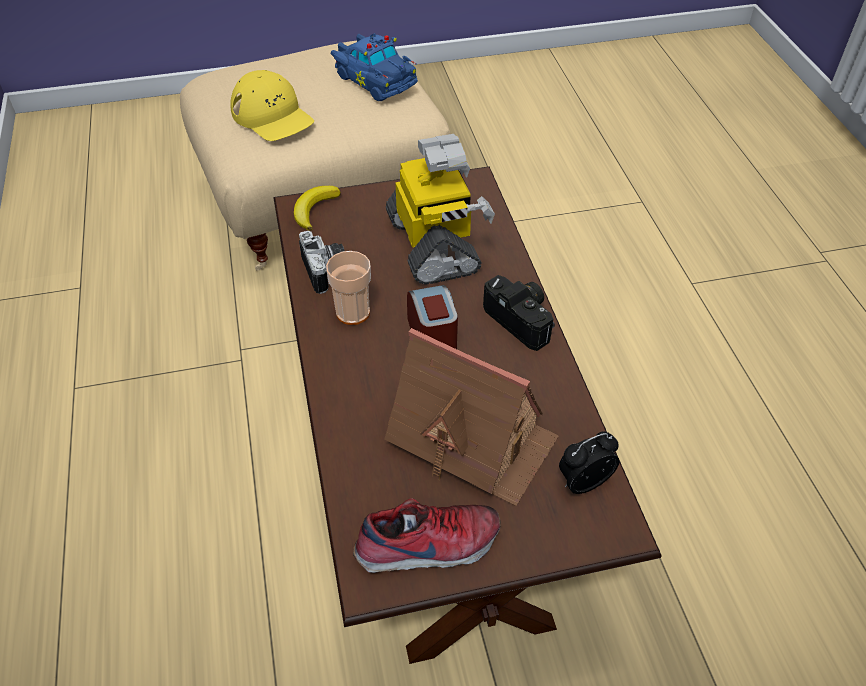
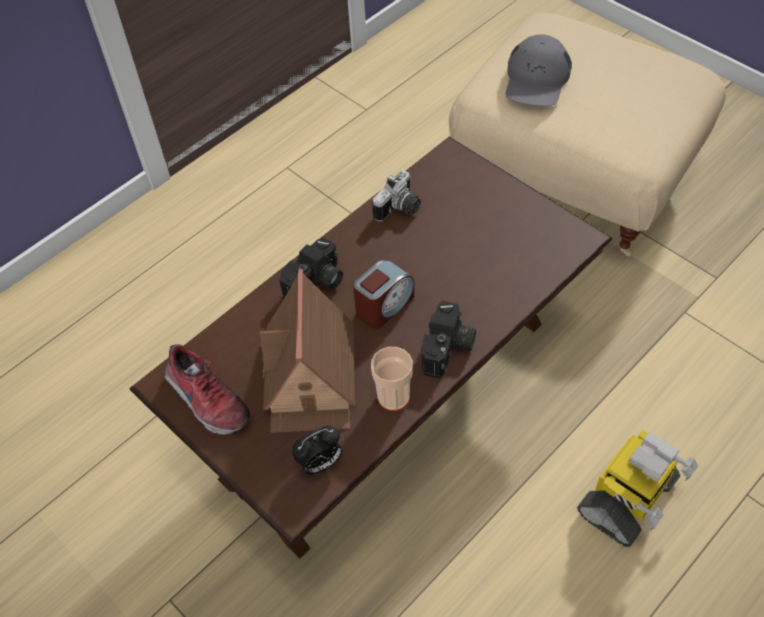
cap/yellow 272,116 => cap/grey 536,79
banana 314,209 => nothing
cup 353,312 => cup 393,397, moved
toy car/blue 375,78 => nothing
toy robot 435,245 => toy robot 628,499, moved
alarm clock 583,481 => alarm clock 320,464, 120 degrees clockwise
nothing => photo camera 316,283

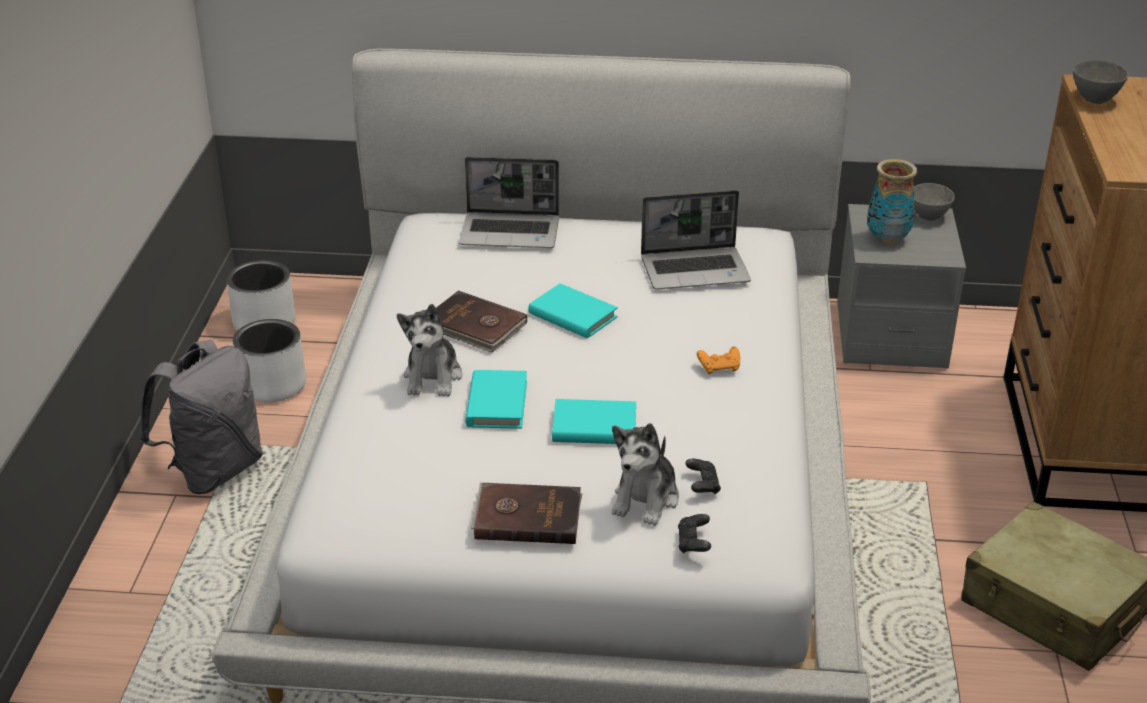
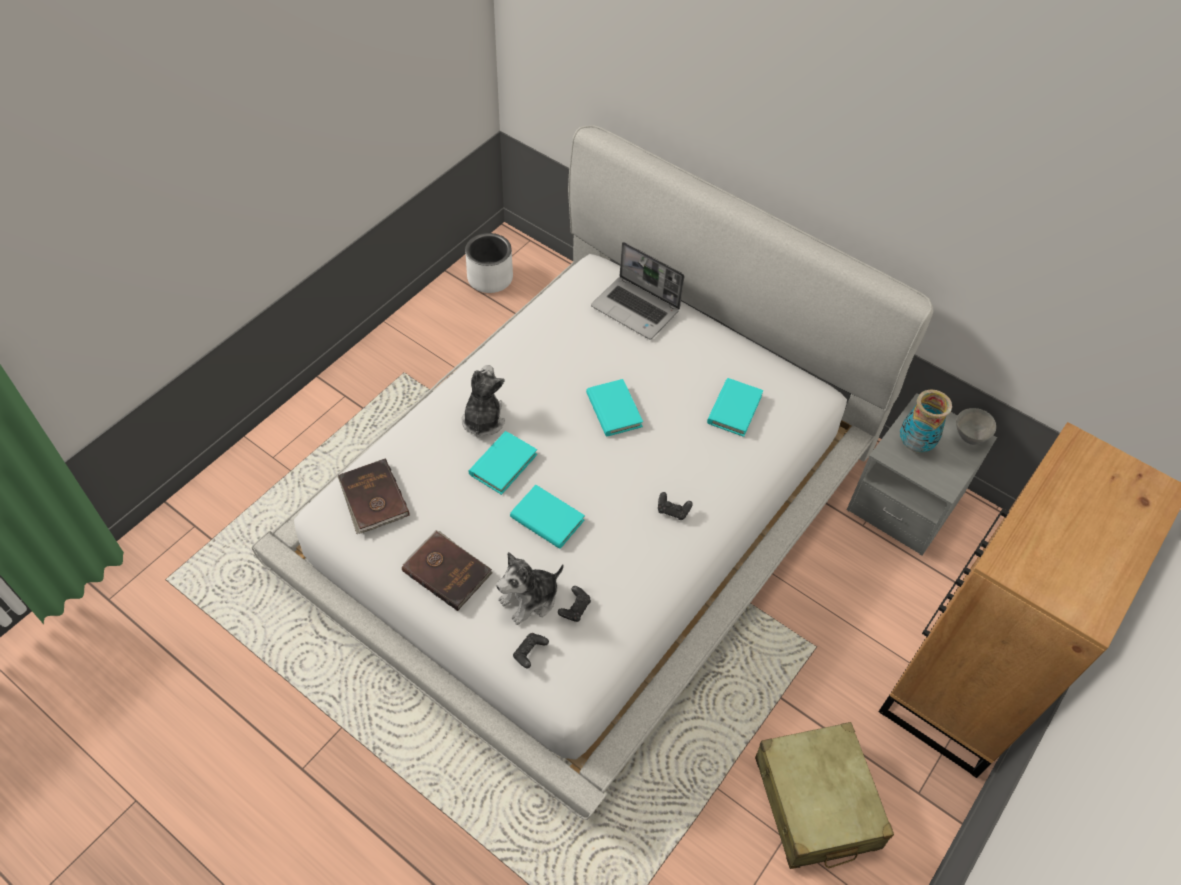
backpack/grey 214,470 => nothing
planter/white 273,385 => nothing
plush toy 433,377 => plush toy 483,419, 150 degrees clockwise
book/brown 475,326 => book/brown 373,498, moved
laptop 696,270 => book/turquoise 734,409
game controller/orange 719,368 => game controller/black 673,510
bowl/grey 1094,99 => nothing

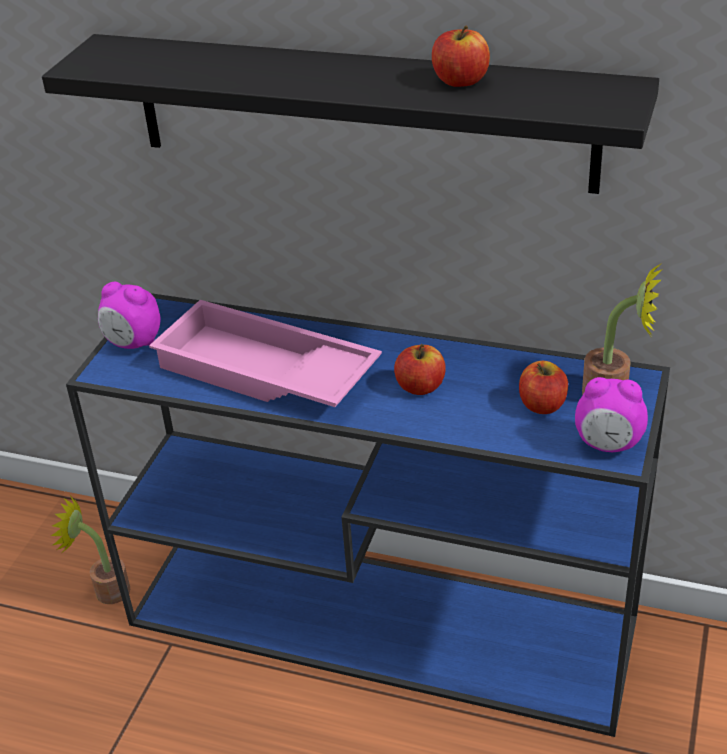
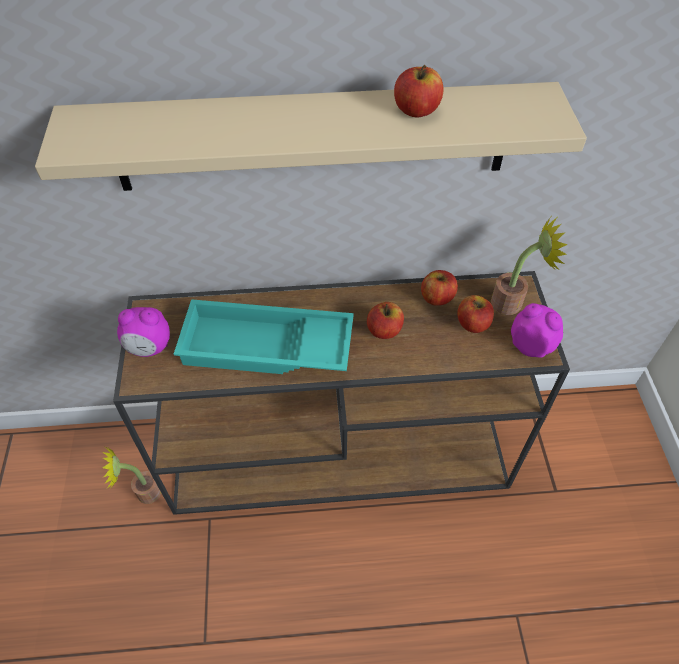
shelf/black 360,112 => shelf/beige 312,138
console table/blue 385,621 => console table/brown 342,454
tray/pink 263,373 => tray/turquoise 265,348
alarm clock 608,445 => alarm clock 531,345, 135 degrees counterclockwise
nothing => apple 437,297

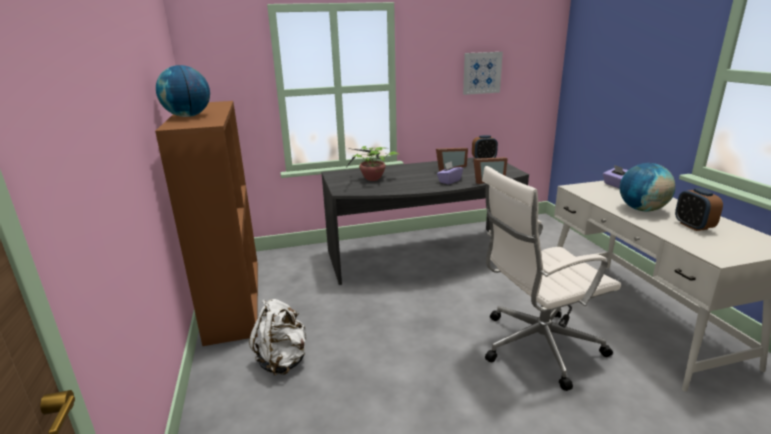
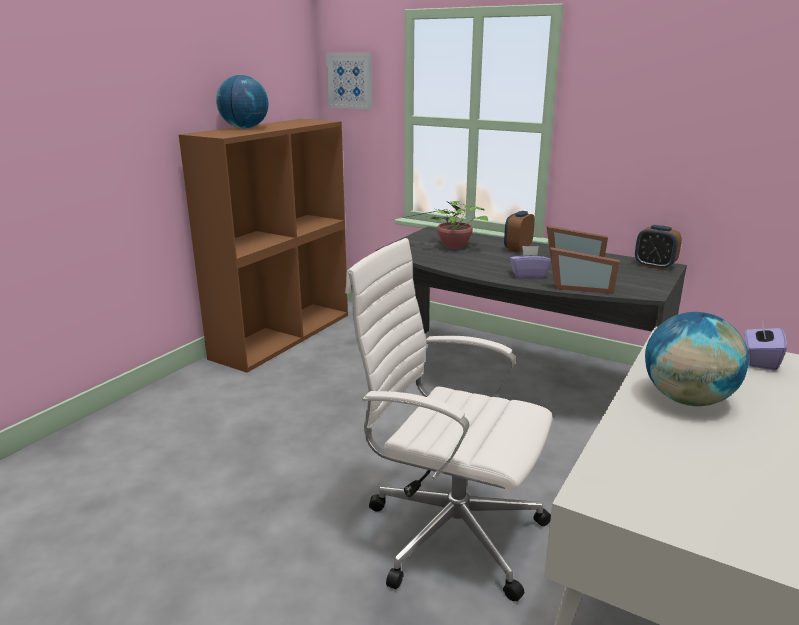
backpack/white 283,361 => nothing
picture 482,73 => picture 350,80, moved
alarm clock 693,226 => alarm clock 517,248, moved

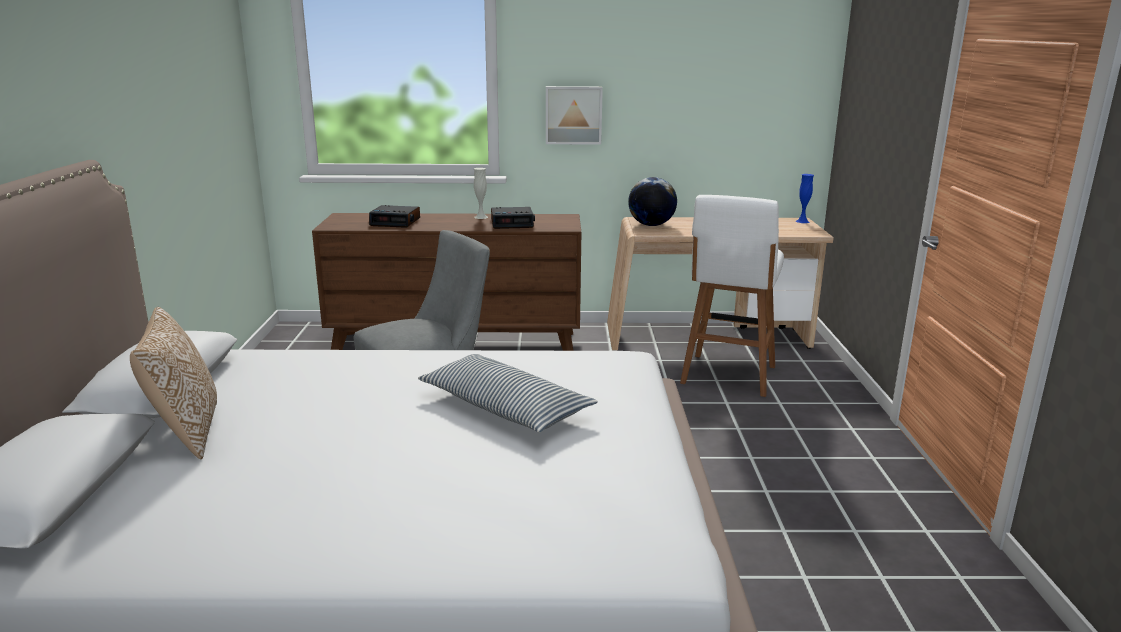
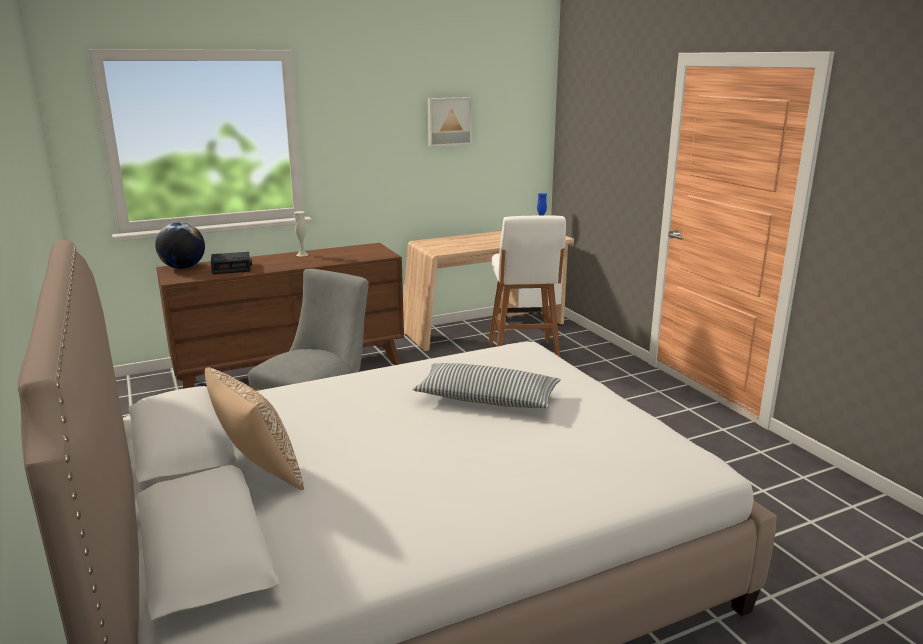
alarm clock 512,223 => nothing
picture 573,115 => picture 449,121, moved
globe 651,225 => globe 183,268, moved

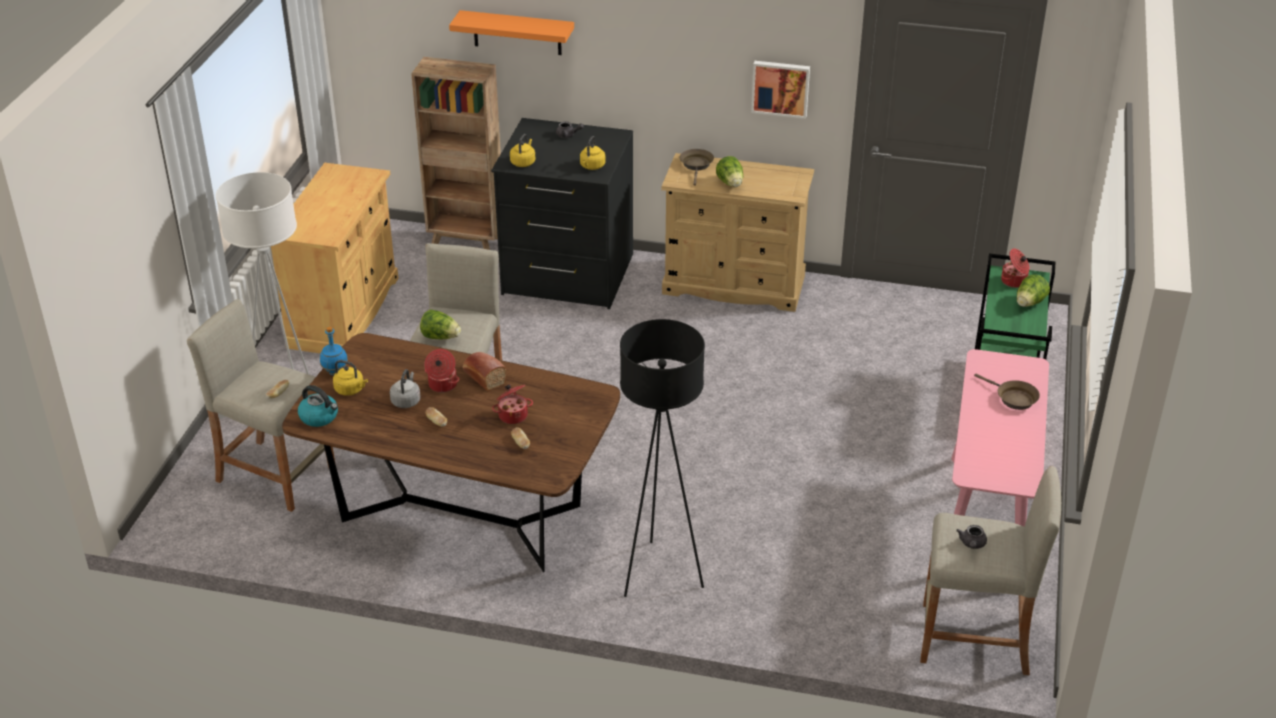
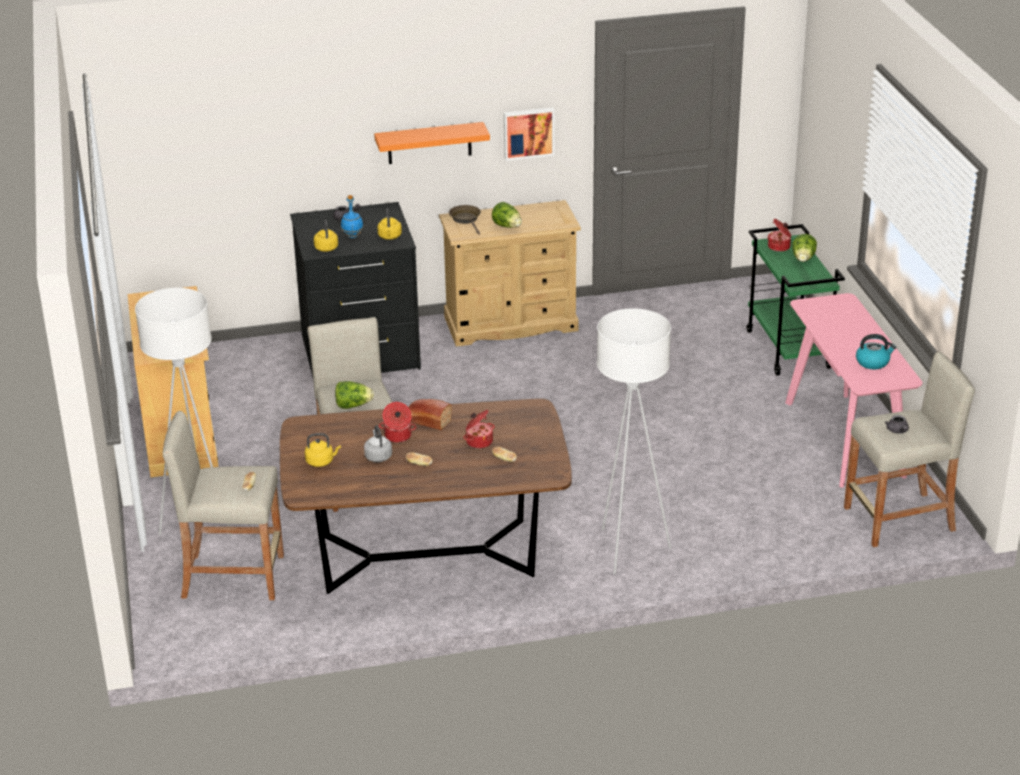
kettle 319,417 => kettle 873,362, moved
bottle/blue 335,372 => bottle/blue 352,236, moved
bookcase/brown 467,243 => nothing
shelf/orange 517,33 => shelf/orange 429,143, moved
floor lamp/black 659,573 => floor lamp/white 628,549
frying pan/brown 1013,398 => nothing

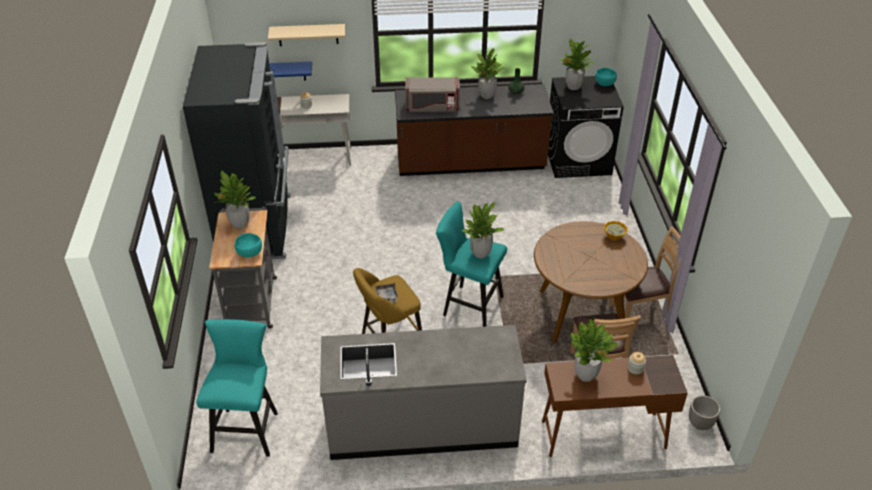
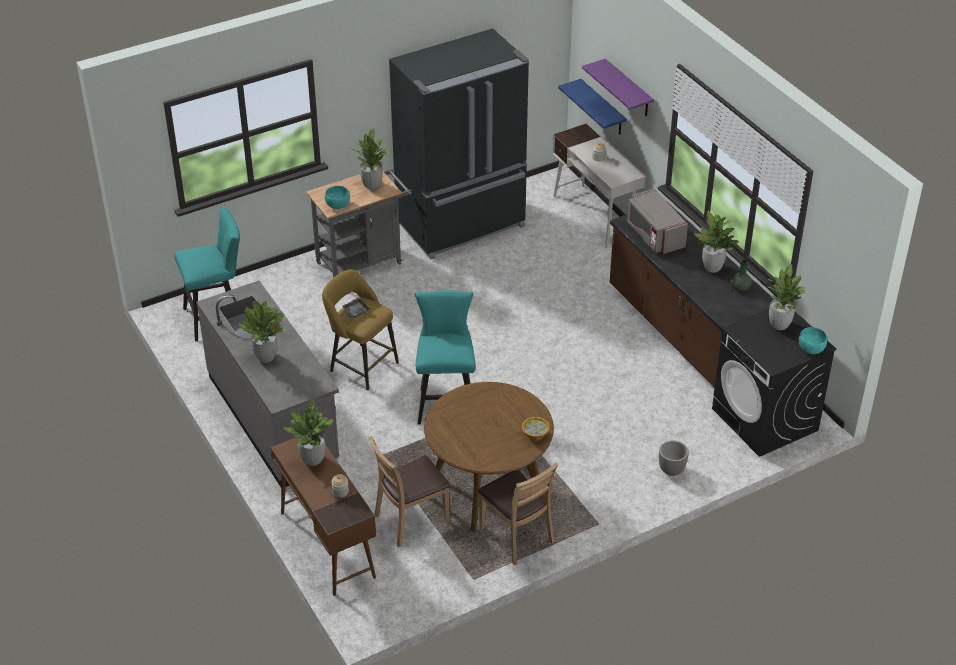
shelf/beige 308,35 => shelf/purple 628,89
potted plant 480,253 => potted plant 266,357, moved
planter 700,424 => planter 671,470, moved

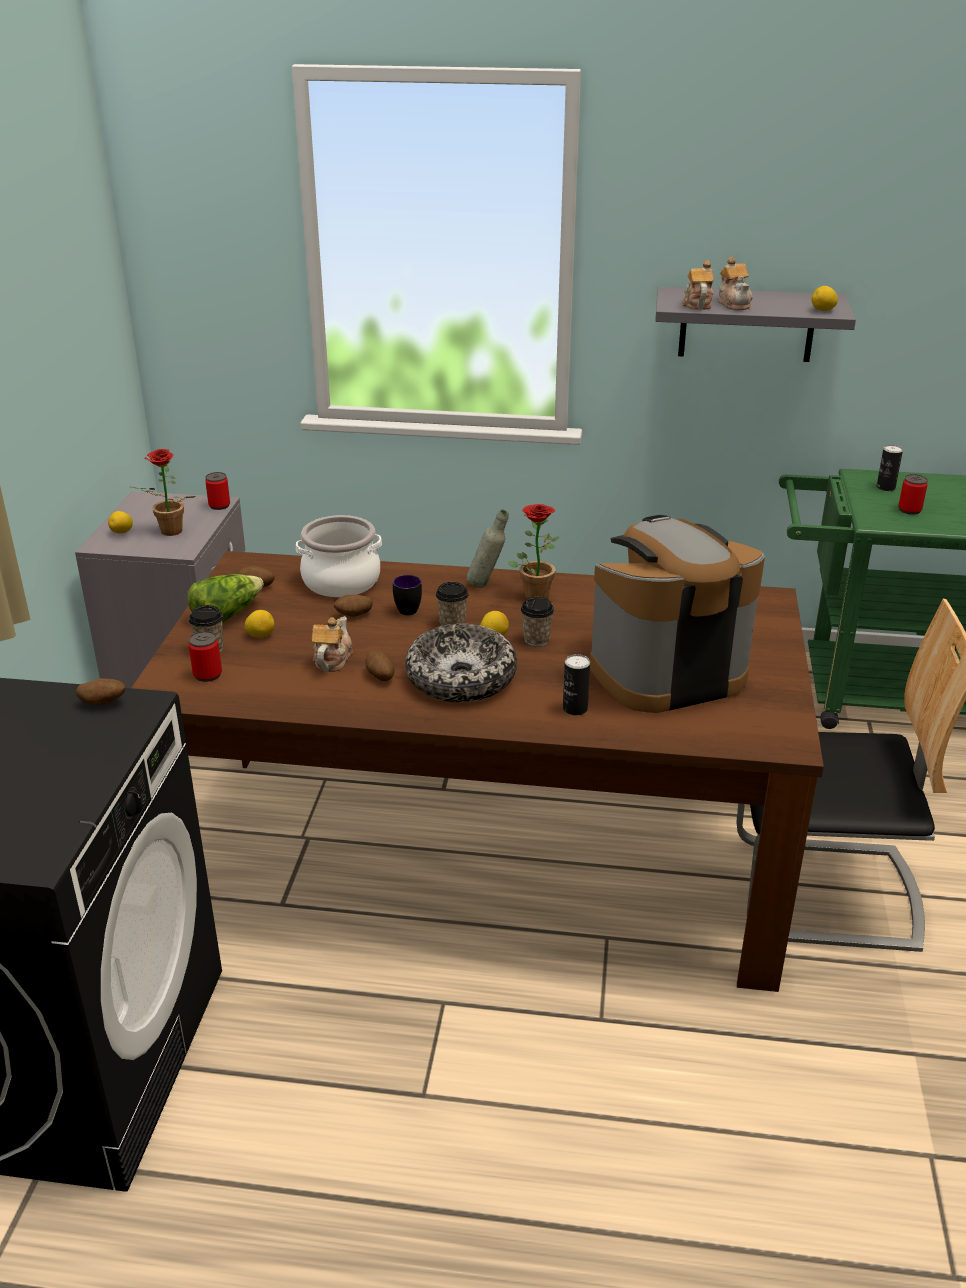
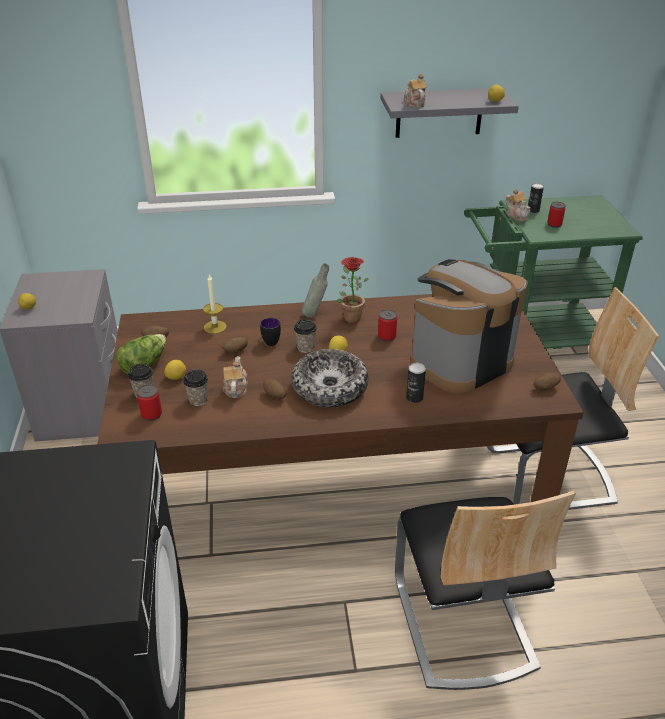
potato 103,703 => potato 545,388, moved
potted plant 168,533 => nothing
can 219,505 => can 386,337, moved
cooking pot 341,582 => candle 215,327
cup 536,640 => cup 198,400, moved
teapot 734,304 => teapot 517,215, moved
nothing => chair 462,622

